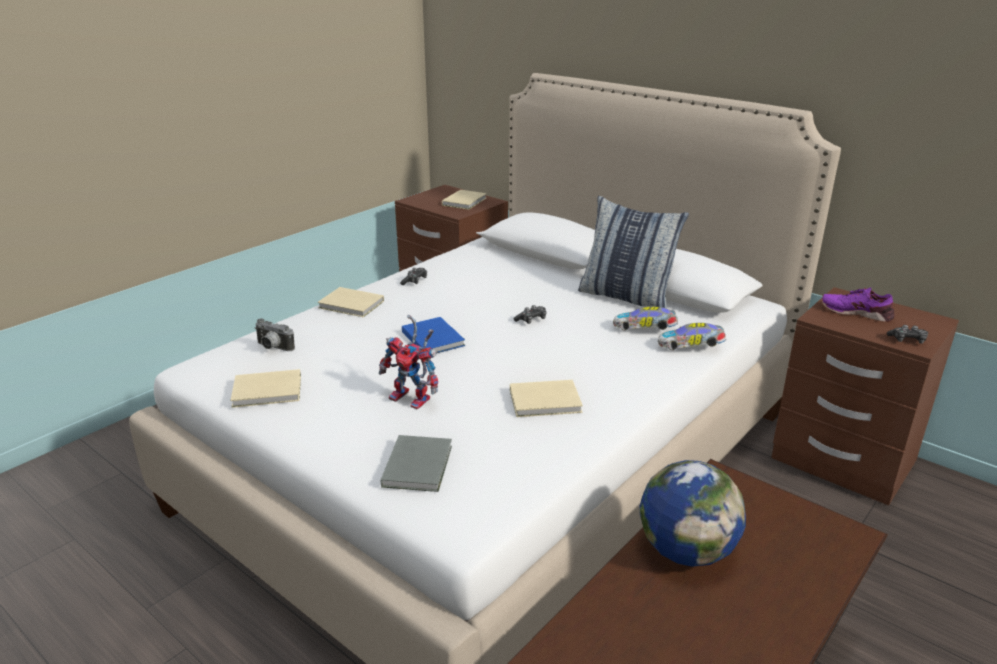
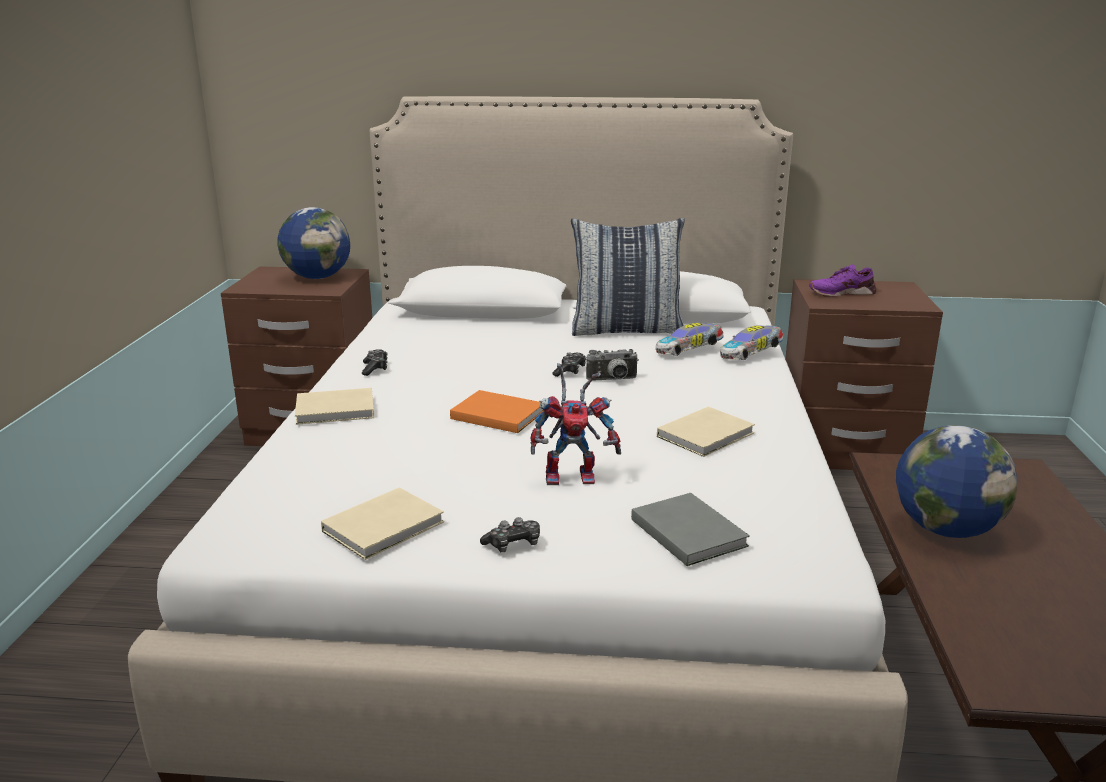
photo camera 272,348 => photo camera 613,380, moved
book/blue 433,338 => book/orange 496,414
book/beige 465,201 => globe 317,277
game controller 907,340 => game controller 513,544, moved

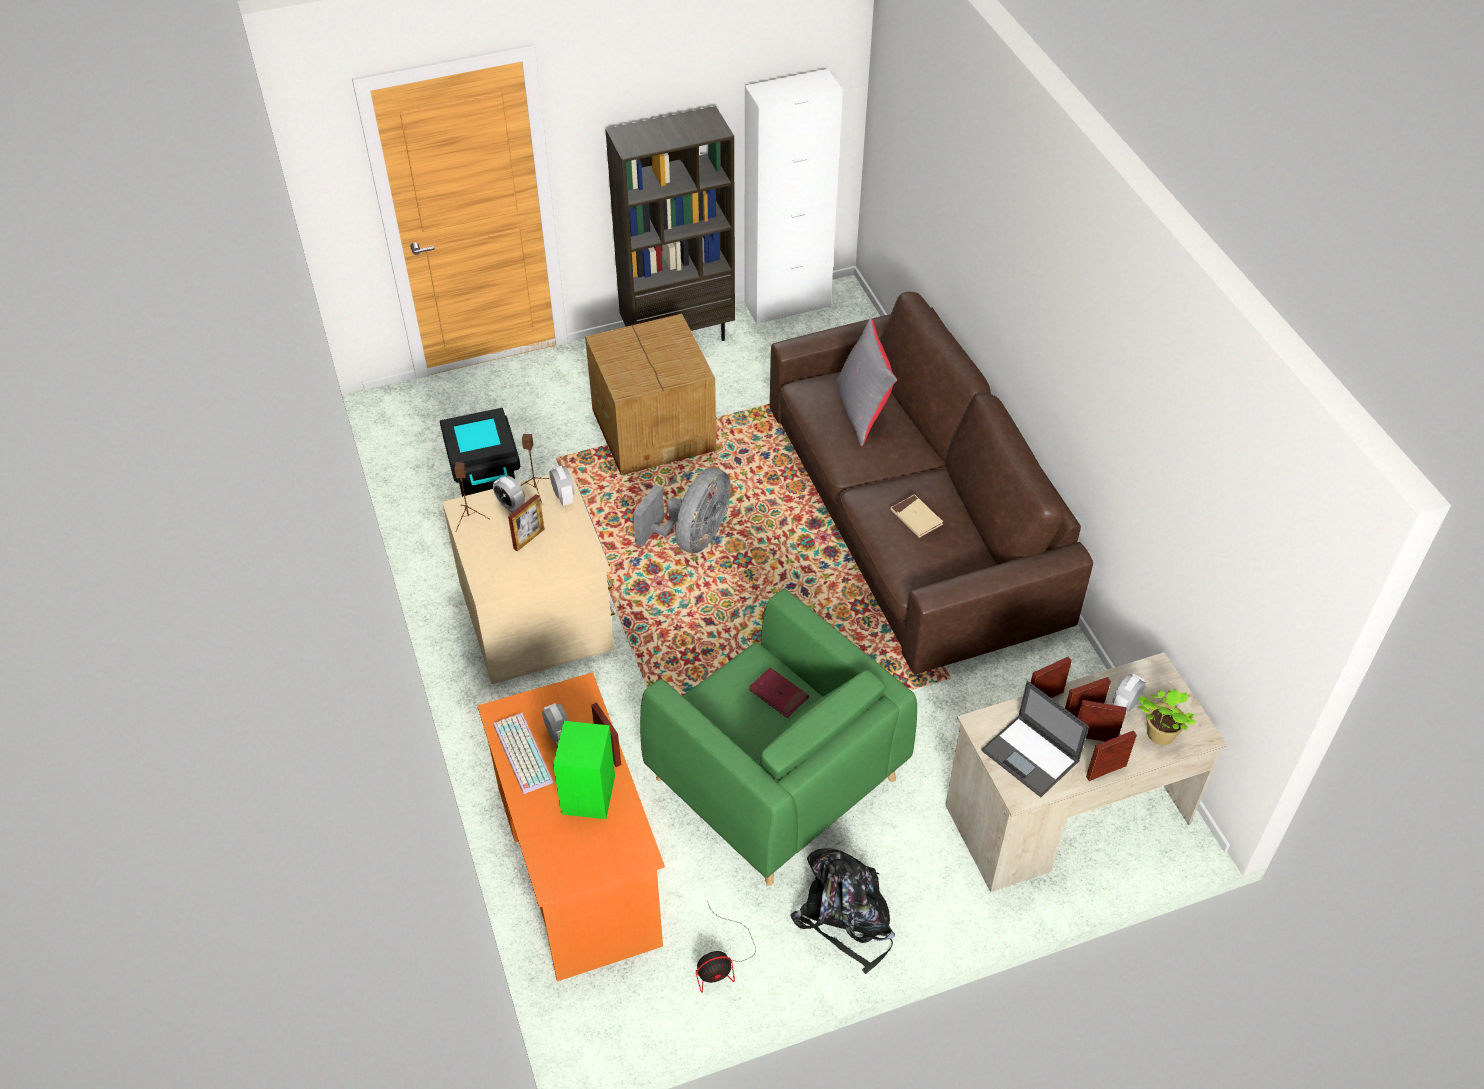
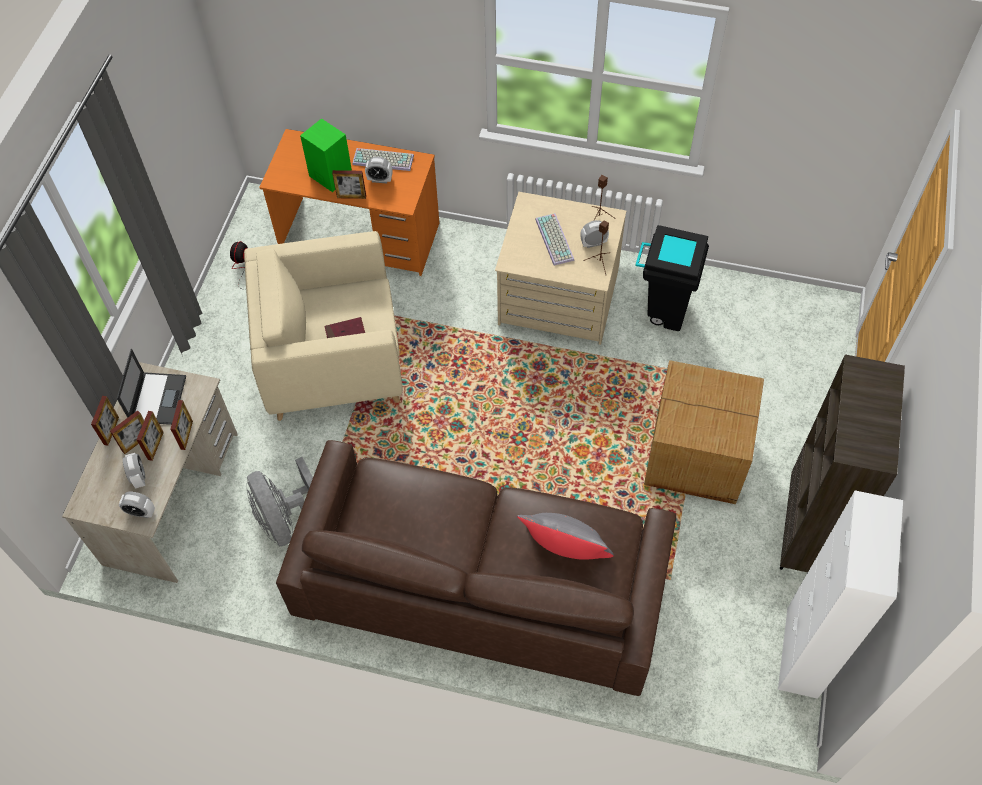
picture frame 529,539 => keyboard 555,240
alarm clock 563,497 => alarm clock 141,512, moved
fan/grey 692,538 => fan/grey 284,518, moved
armchair/green 776,779 => armchair/beige 332,357
backpack/black 846,917 => nothing
book/beige 916,518 => nothing
laptop 1031,756 => laptop 157,398, 105 degrees clockwise
potted plant 1158,735 => nothing

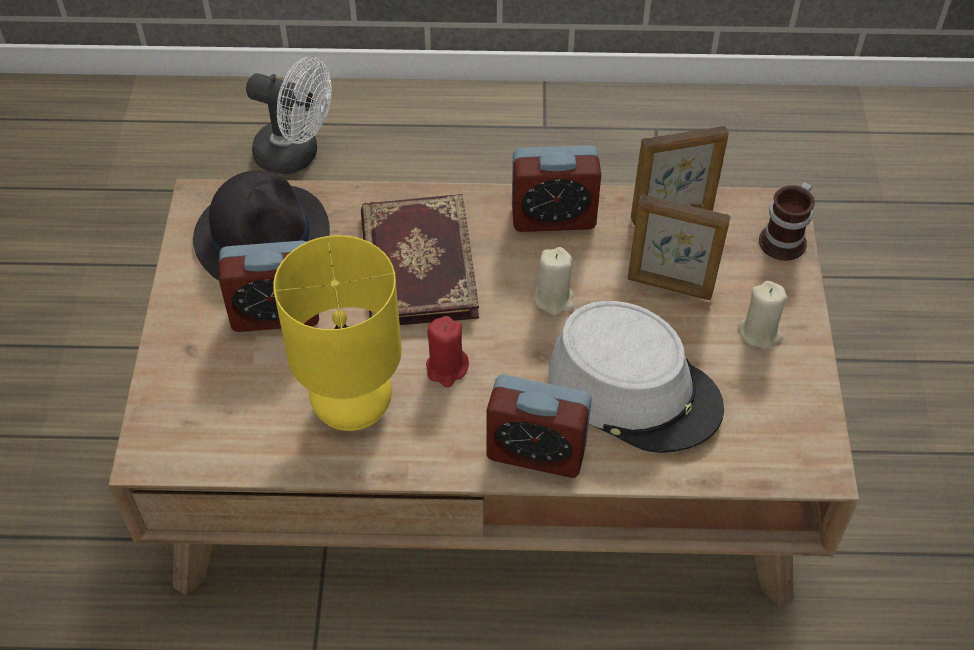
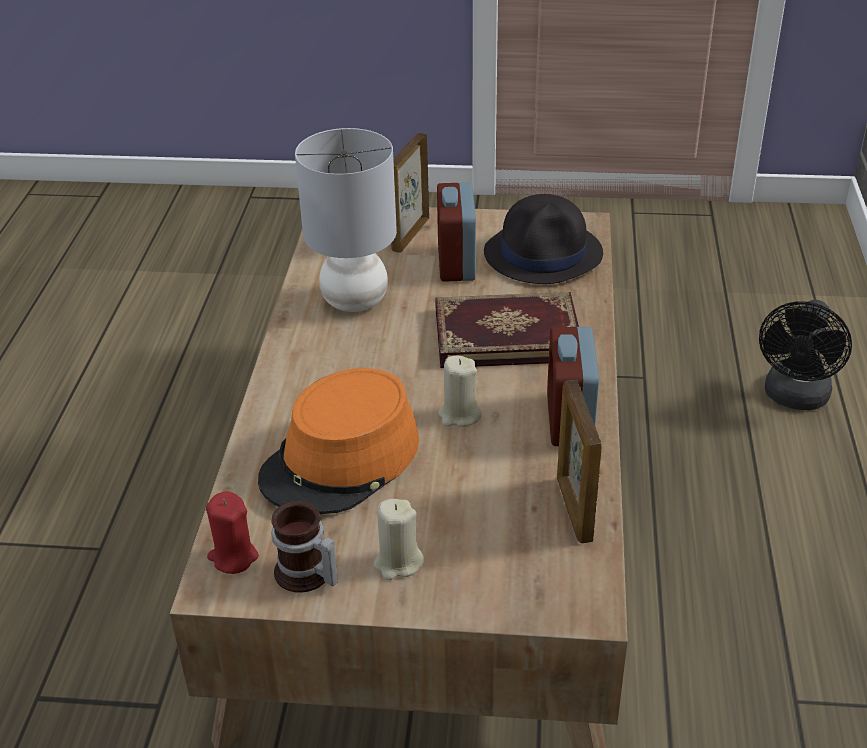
fan/white 296,155 => fan/black 795,398
table lamp/yellow 353,407 => table lamp/grey 354,301
candle/red 447,368 => candle/red 233,557, moved
alarm clock 536,452 => nothing
hat/grey 634,389 => hat/orange 341,460
picture frame 670,286 => picture frame 410,234, moved
mug 786,240 => mug 305,576, moved

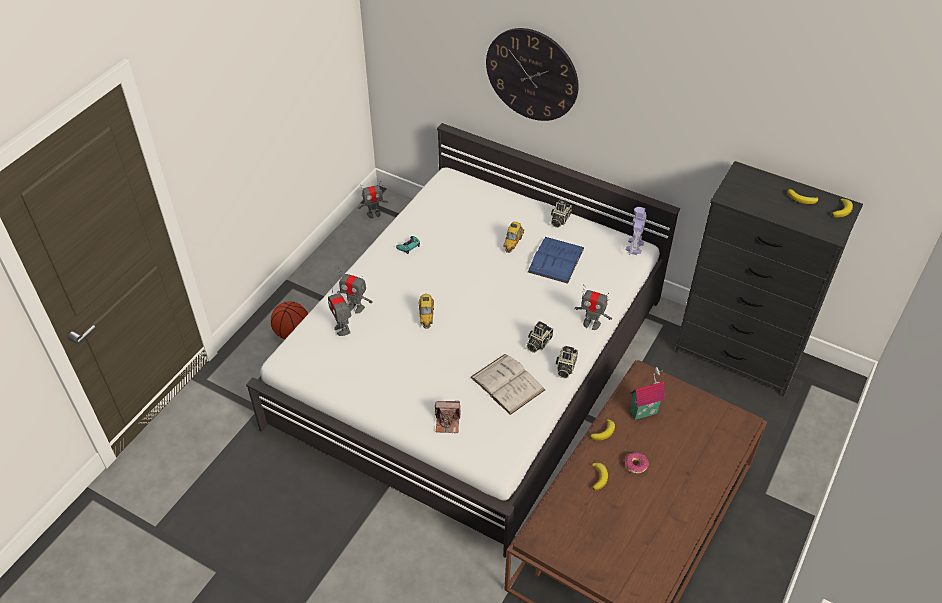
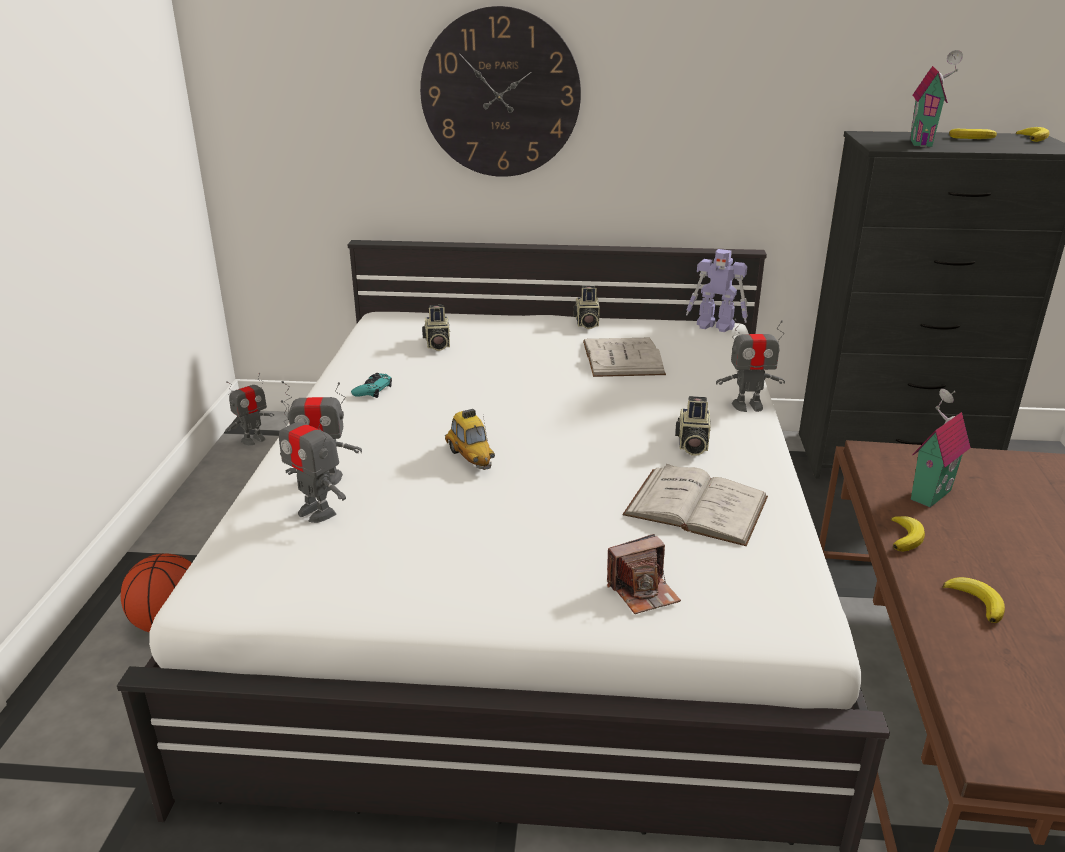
toy car 513,242 => nothing
book/blue 556,260 => book/white 622,357
photo camera 565,367 => photo camera 437,344, moved
donut 635,465 => nothing
toy robot 634,247 => toy robot 716,326, 60 degrees counterclockwise
nothing => toy house 924,143

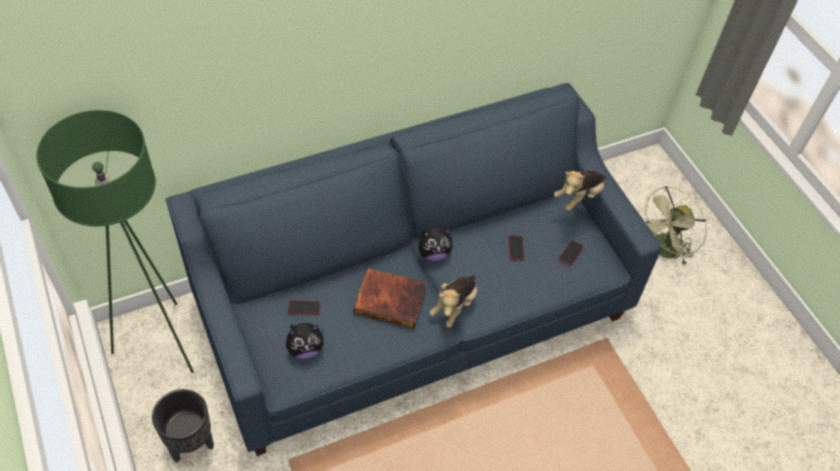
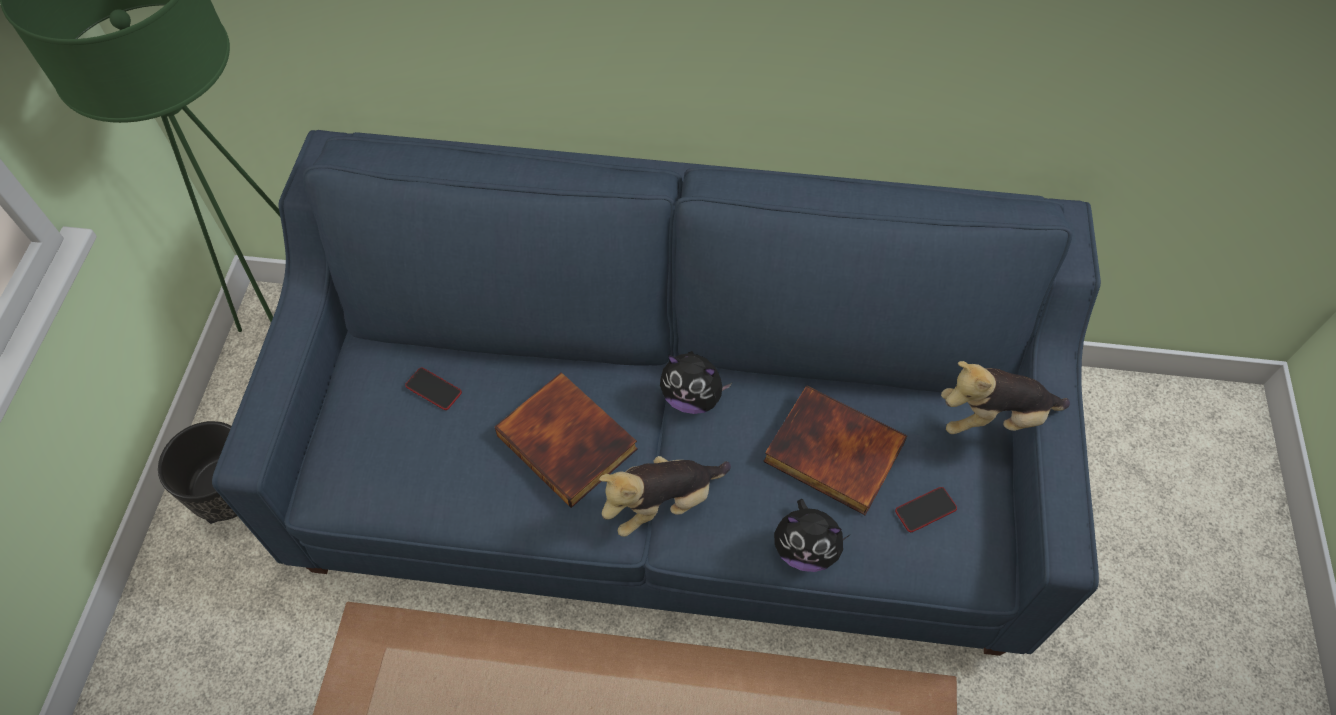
plush toy 305,349 => plush toy 805,549, moved
phone 516,248 => book 831,454
fan/green 663,251 => nothing

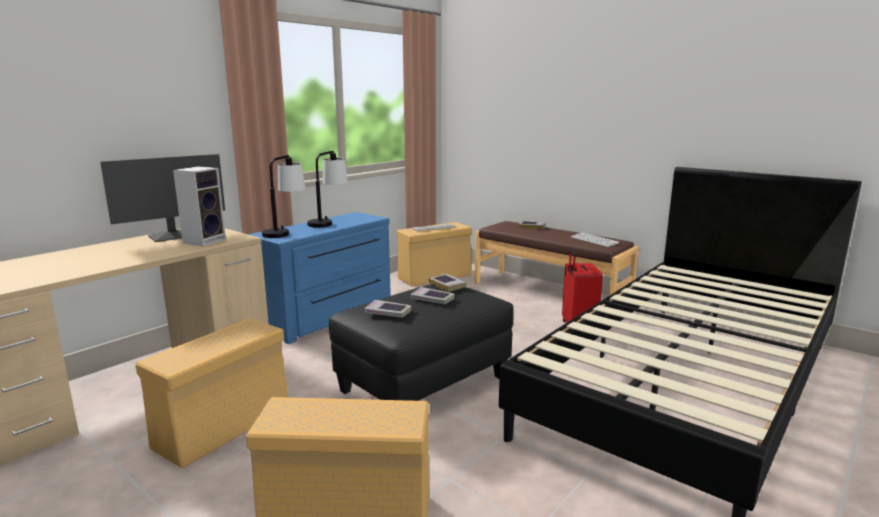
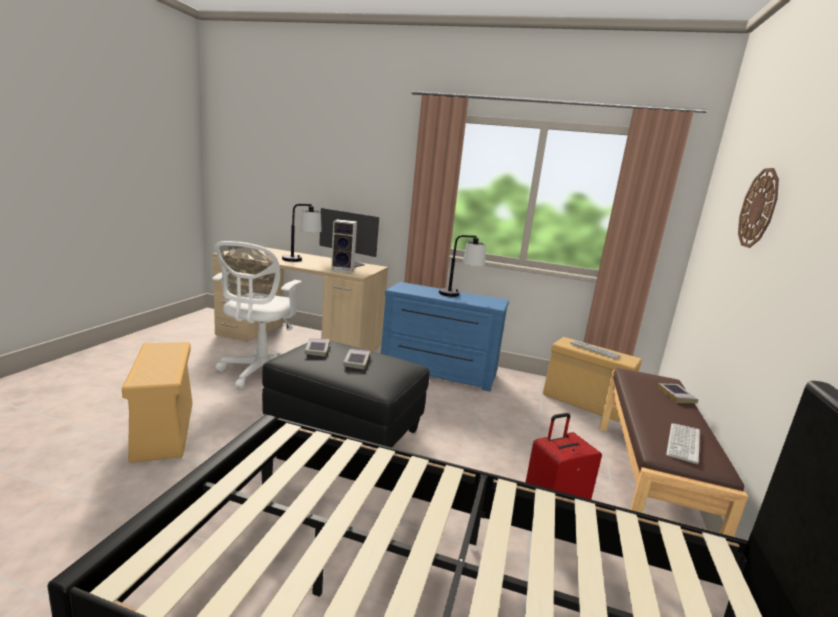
storage box/beige 222,428 => office chair/white 260,372
table lamp 285,232 => table lamp 301,260, moved
book 447,285 => nothing
nothing => wall clock 758,208

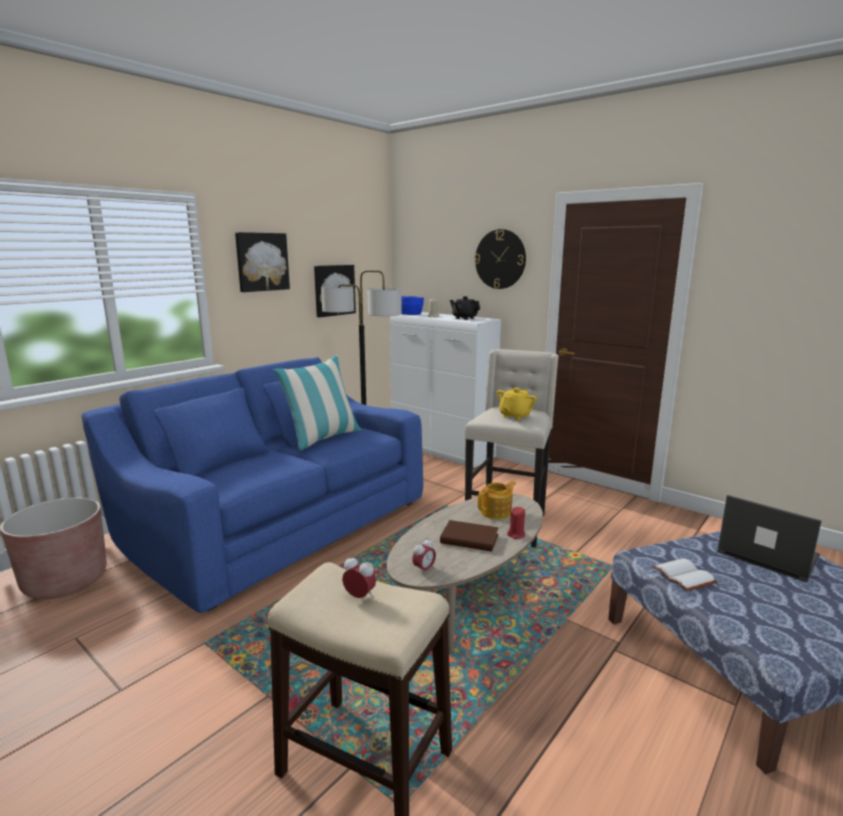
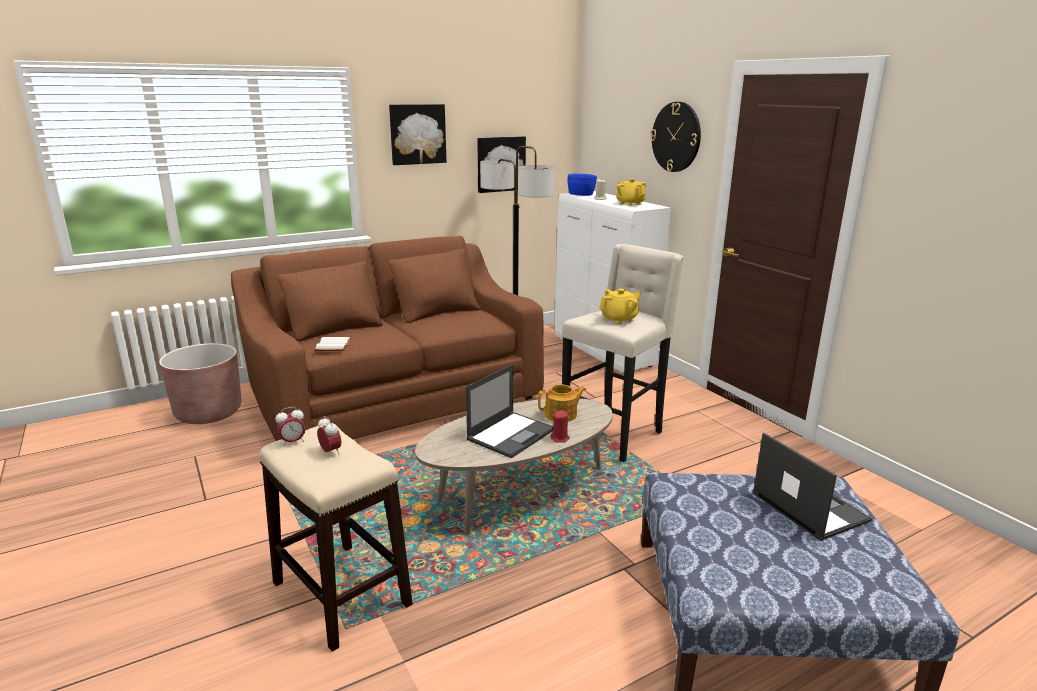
sofa/blue 277,523 => sofa/brown 395,395
pillow 322,438 => nothing
alarm clock 424,569 => alarm clock 292,442, moved
book/brown 469,539 => laptop 511,434
teapot/black 464,318 => teapot/yellow 630,204
book/white 685,576 => book/white 334,346, moved

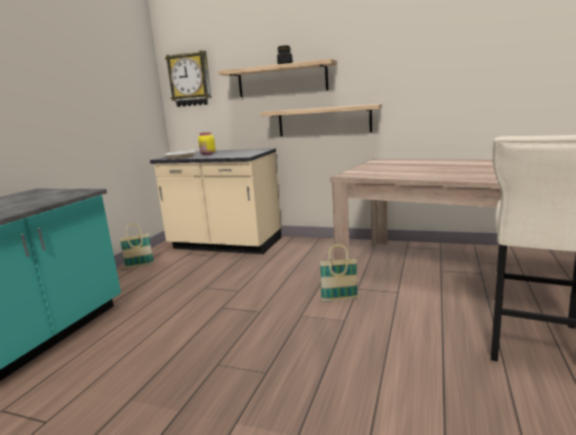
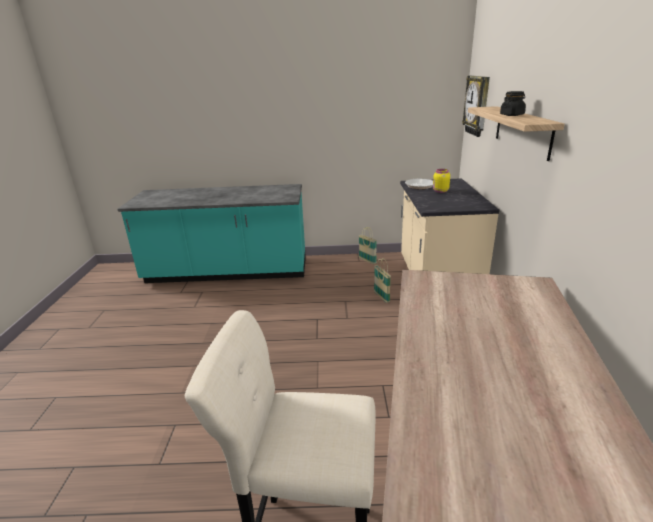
shelf 324,121 => nothing
basket 339,299 => basket 381,297, moved

